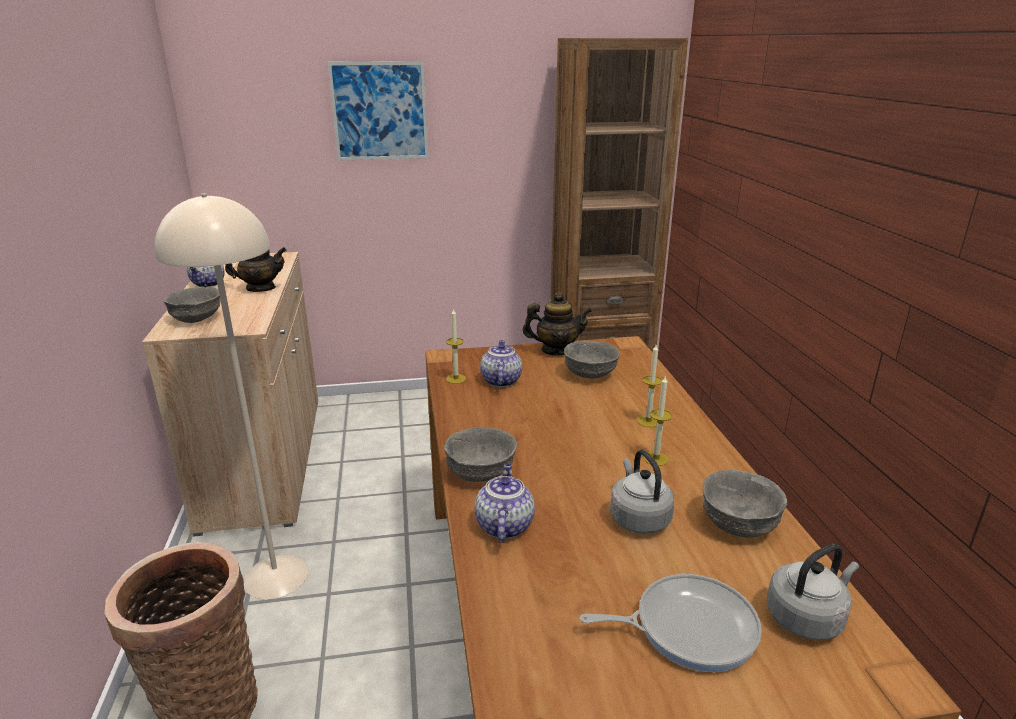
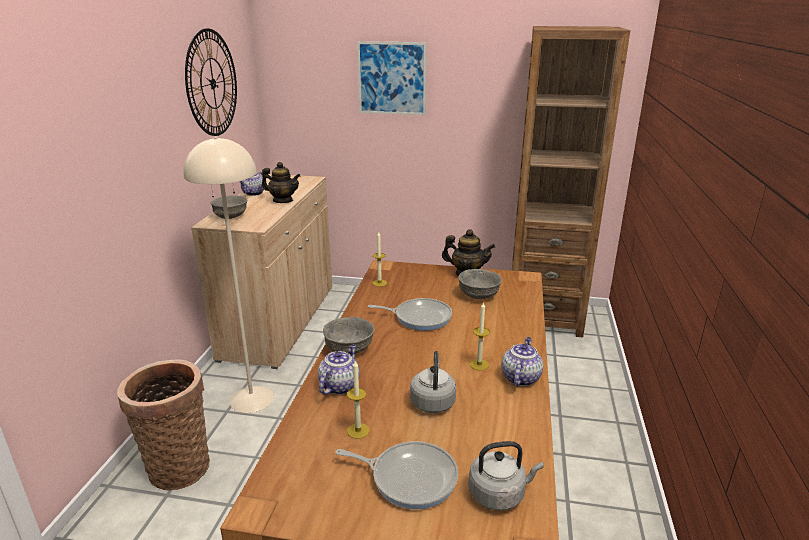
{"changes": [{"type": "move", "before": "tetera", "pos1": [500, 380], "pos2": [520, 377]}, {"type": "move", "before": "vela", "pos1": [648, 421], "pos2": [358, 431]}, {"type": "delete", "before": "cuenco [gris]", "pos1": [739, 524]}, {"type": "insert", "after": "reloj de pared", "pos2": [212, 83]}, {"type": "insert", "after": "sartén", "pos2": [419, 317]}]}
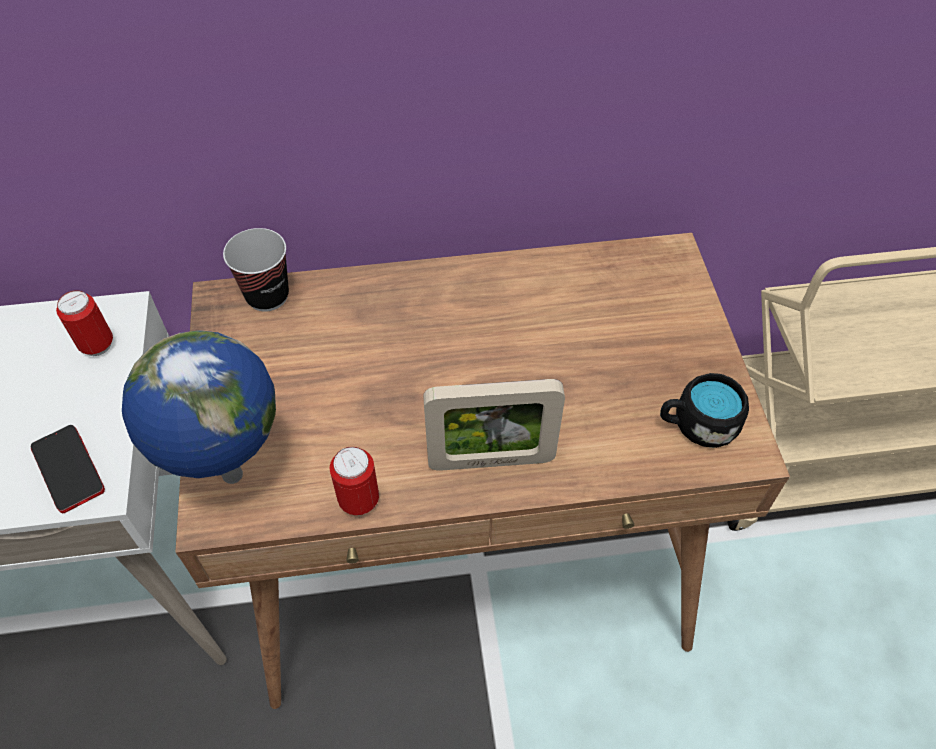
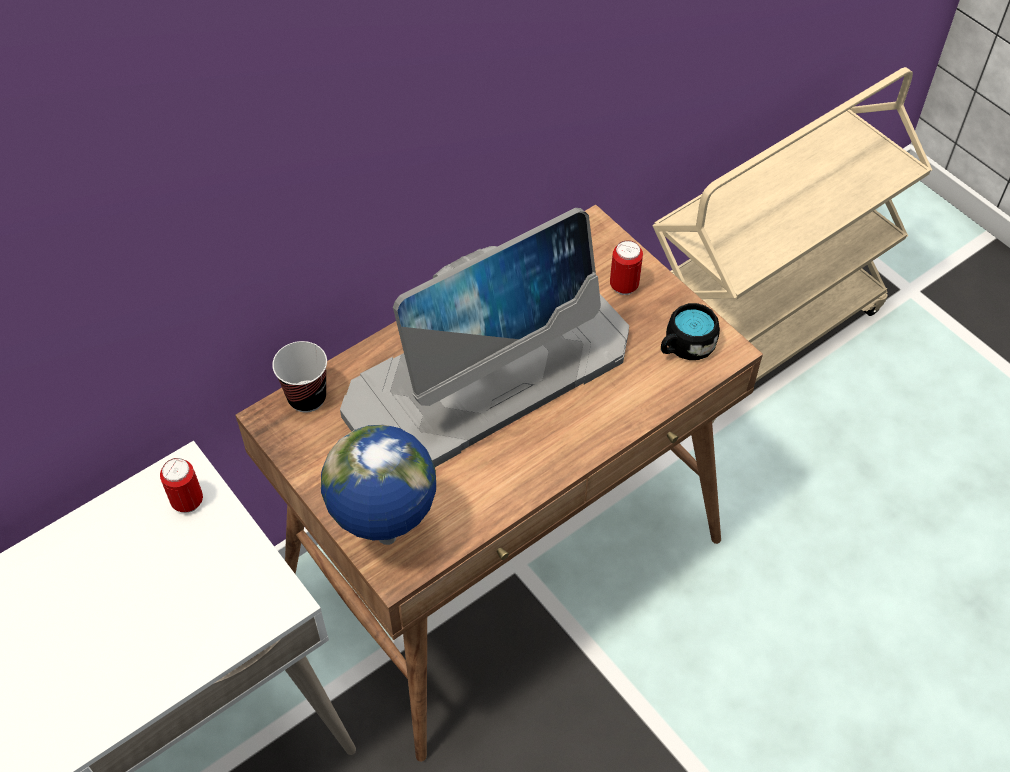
{"changes": [{"type": "delete", "before": "móvil", "pos1": [68, 469]}, {"type": "move", "before": "lata", "pos1": [359, 500], "pos2": [624, 286]}, {"type": "delete", "before": "portarretratos", "pos1": [491, 461]}, {"type": "insert", "after": "monitor", "pos2": [489, 373]}]}
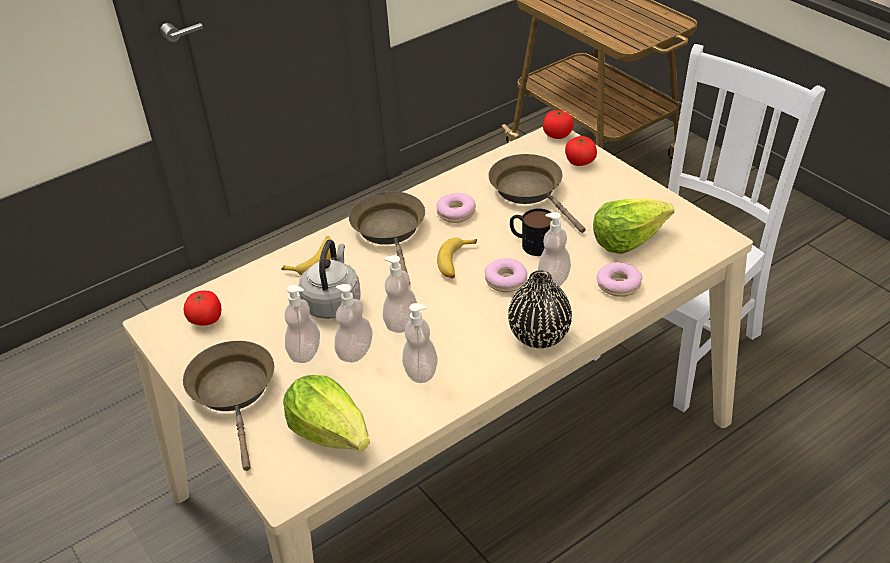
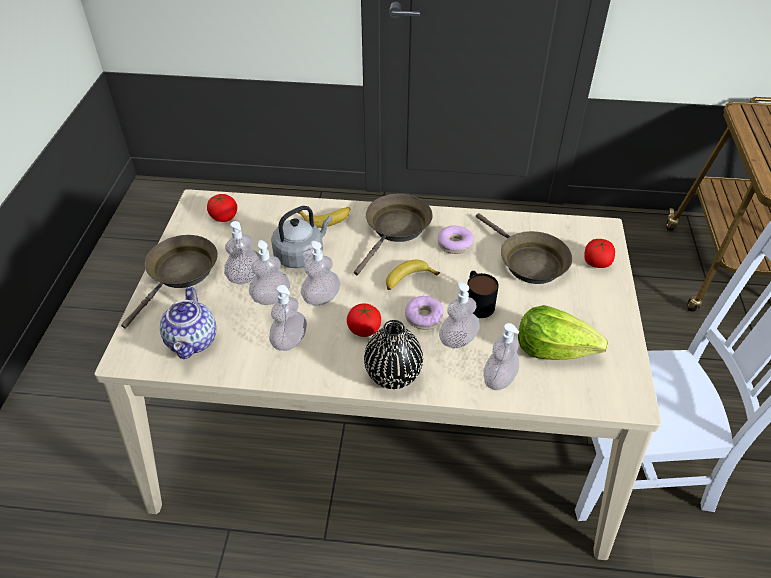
{"changes": [{"type": "replace", "before": "lechuga", "after": "tetera", "pos1": [331, 432], "pos2": [193, 340]}, {"type": "rotate", "before": "sartén [marrón]", "pos1": [530, 191], "pos2": [528, 261], "turn": 135}, {"type": "move", "before": "tomate", "pos1": [557, 135], "pos2": [364, 329]}, {"type": "replace", "before": "rosquilla", "after": "dispensador de jabón", "pos1": [618, 285], "pos2": [499, 379]}]}
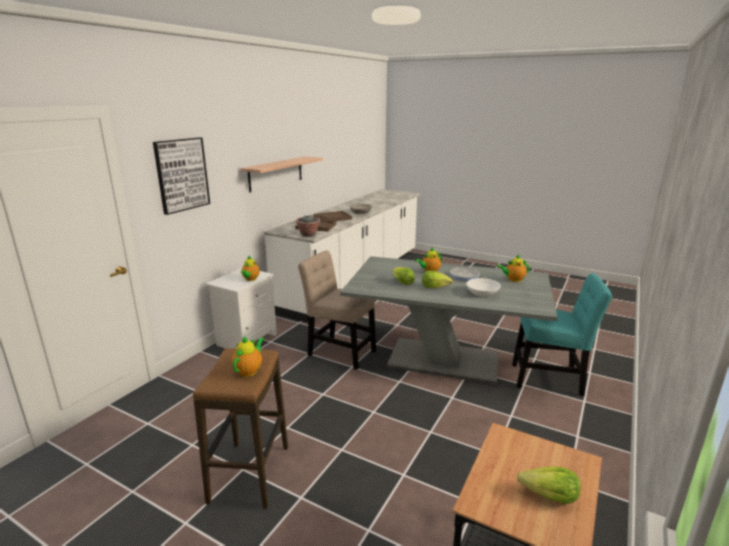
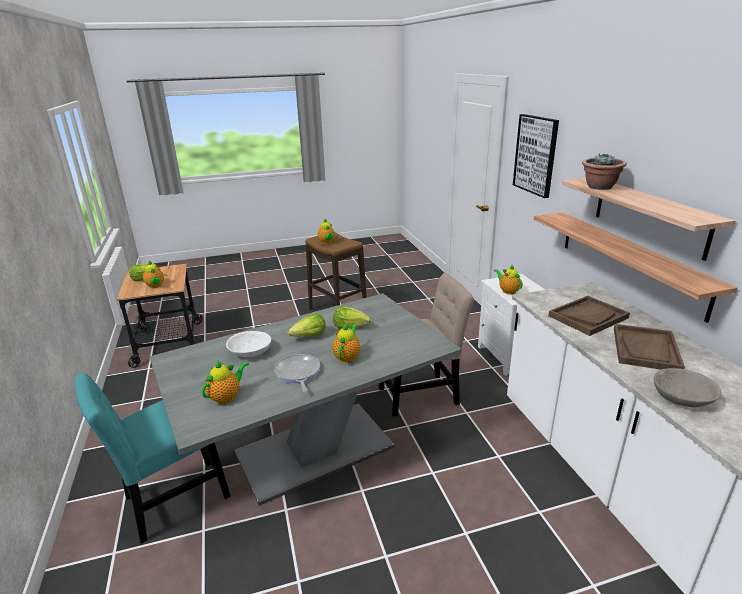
{"changes": [{"type": "move", "before": "planta en maceta", "pos1": [308, 235], "pos2": [599, 187]}, {"type": "insert", "after": "tetera", "pos2": [155, 286]}, {"type": "insert", "after": "estante", "pos2": [629, 260]}]}
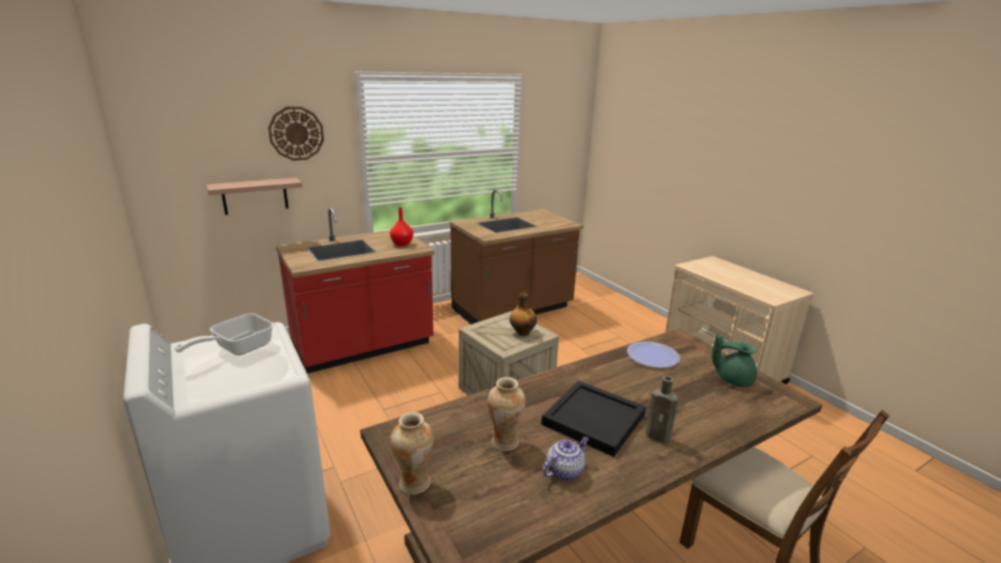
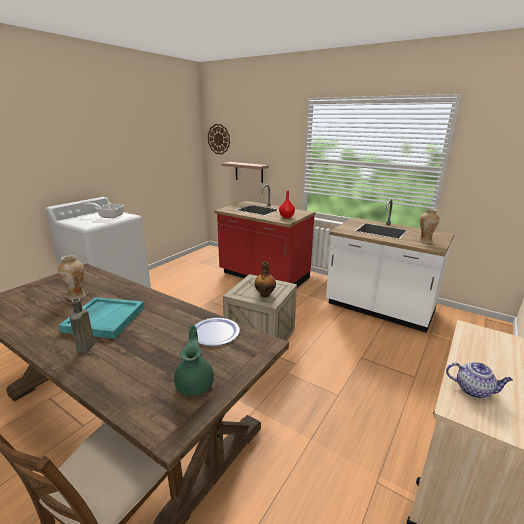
{"changes": [{"type": "move", "before": "reloj de pared", "pos1": [296, 133], "pos2": [219, 139]}, {"type": "move", "before": "florero", "pos1": [414, 483], "pos2": [425, 241]}, {"type": "recolor", "before": "mueble bajo de cocina [marrón]", "after": "mueble bajo de cocina [blanco]", "pos1": [513, 309], "pos2": [379, 309]}, {"type": "recolor", "before": "bandeja [negro]", "after": "bandeja [turquesa]", "pos1": [592, 420], "pos2": [104, 319]}, {"type": "move", "before": "tetera", "pos1": [565, 471], "pos2": [474, 390]}]}
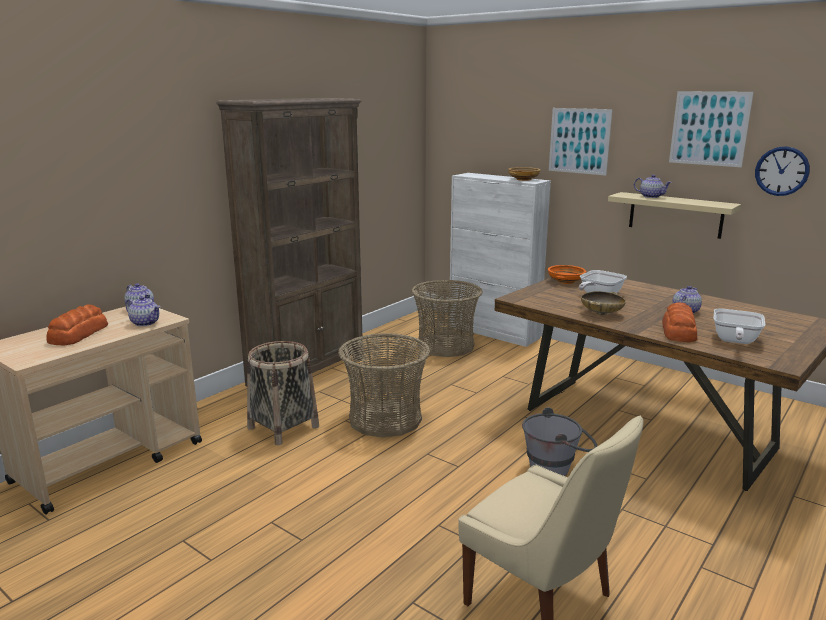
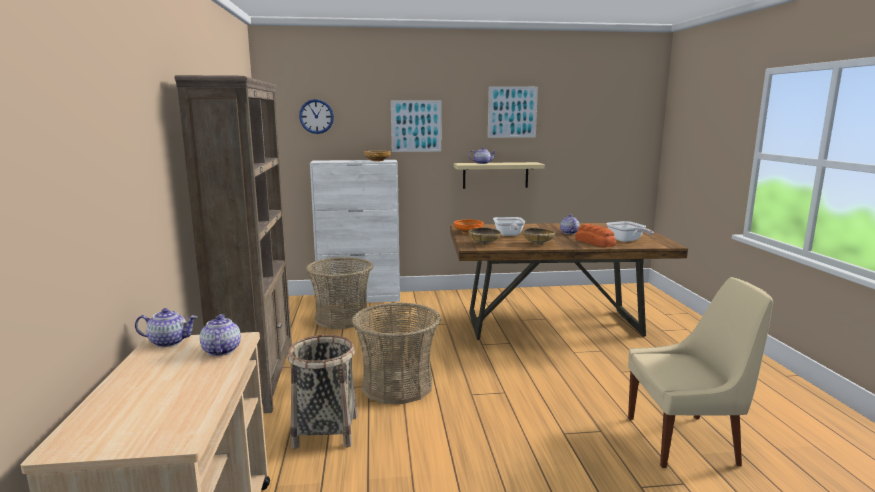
{"changes": [{"type": "delete", "before": "pan", "pos1": [77, 334]}, {"type": "rotate", "before": "tetera", "pos1": [145, 323], "pos2": [221, 350], "turn": -90}, {"type": "delete", "before": "cubo [gris]", "pos1": [557, 468]}, {"type": "move", "before": "reloj de pared", "pos1": [781, 171], "pos2": [316, 116]}, {"type": "insert", "after": "cuenco [beis]", "pos2": [484, 243]}]}
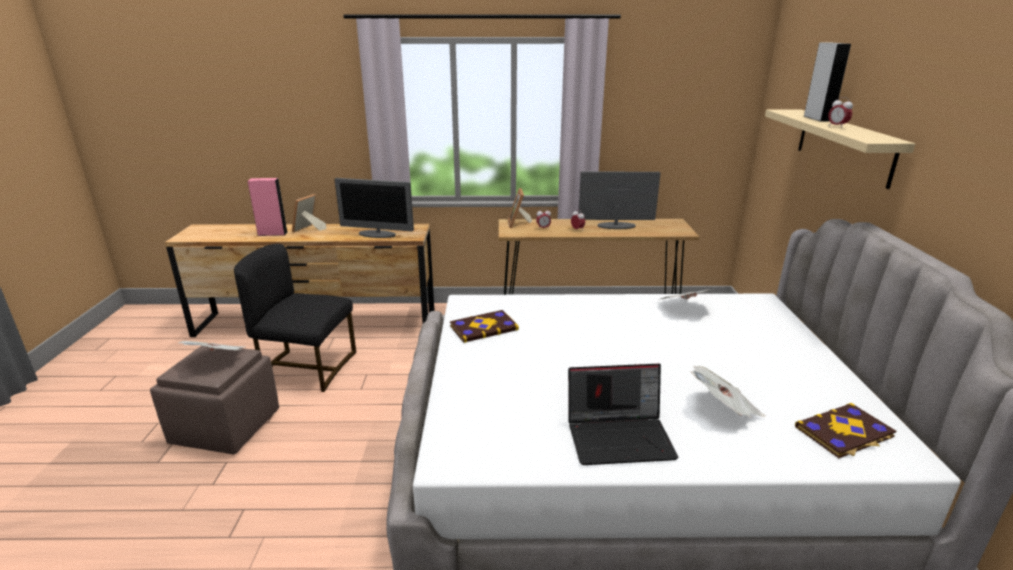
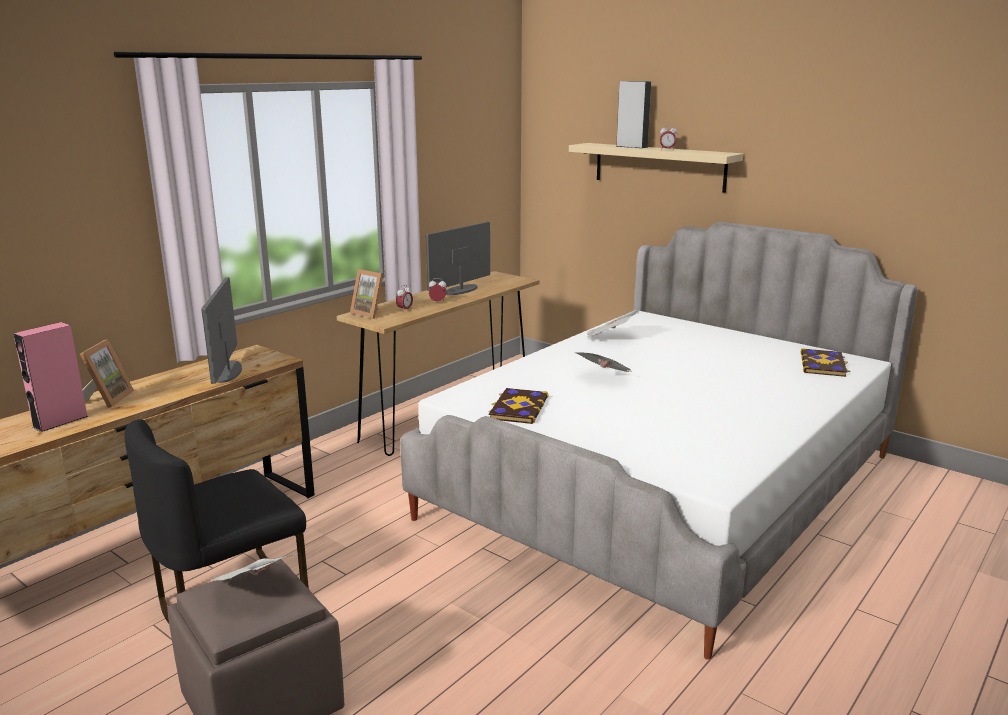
{"changes": [{"type": "rotate", "before": "portarretratos", "pos1": [309, 229], "pos2": [106, 399], "turn": -150}, {"type": "rotate", "before": "monitor", "pos1": [377, 234], "pos2": [227, 372], "turn": 120}, {"type": "delete", "before": "portátil", "pos1": [620, 436]}, {"type": "move", "before": "periódico", "pos1": [724, 409], "pos2": [605, 378]}]}
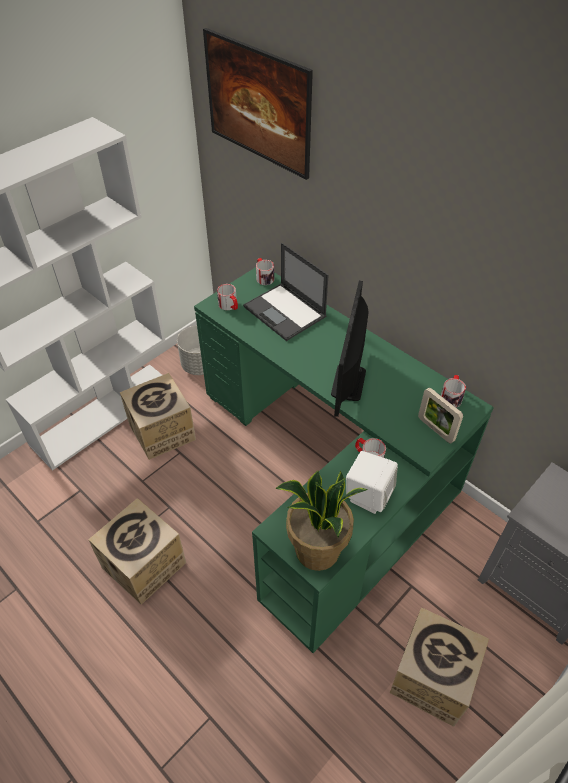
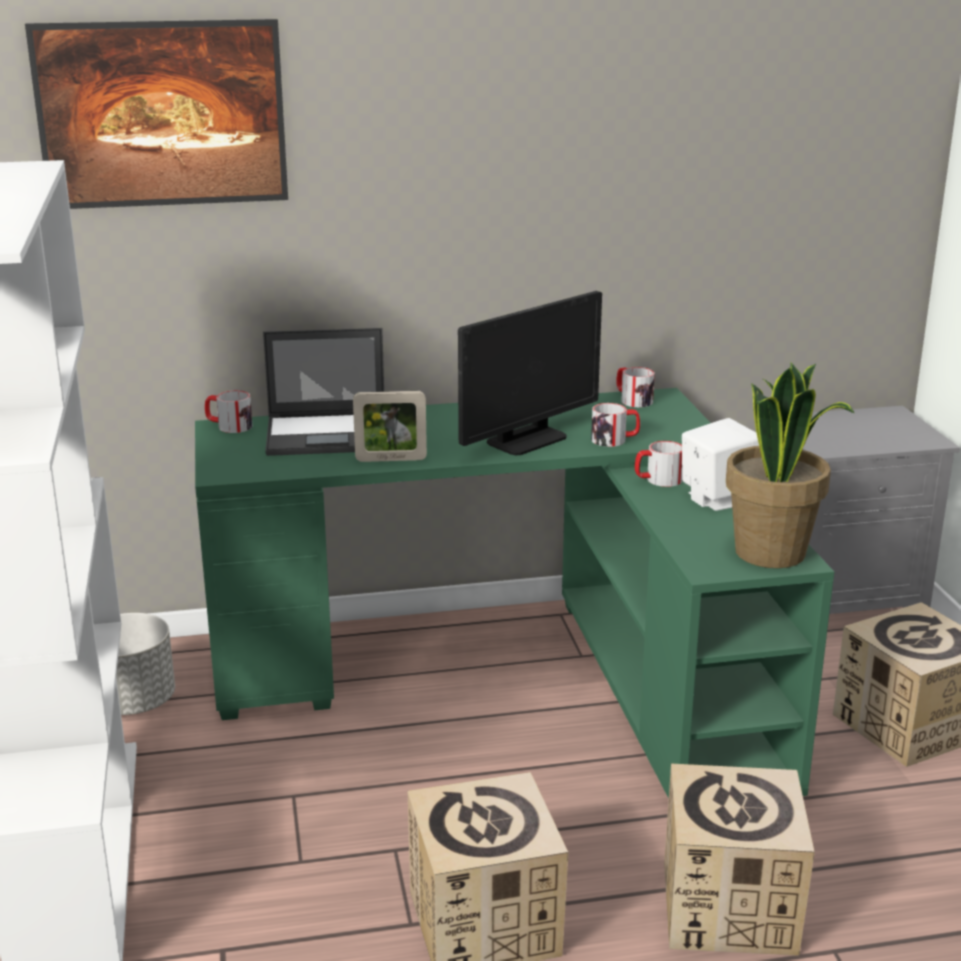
{"changes": [{"type": "move", "before": "caja de cartón", "pos1": [162, 432], "pos2": [729, 907]}, {"type": "move", "before": "taza grande", "pos1": [229, 306], "pos2": [615, 440]}, {"type": "rotate", "before": "monitor", "pos1": [348, 382], "pos2": [526, 440], "turn": -90}, {"type": "move", "before": "portarretratos", "pos1": [435, 429], "pos2": [391, 459]}]}
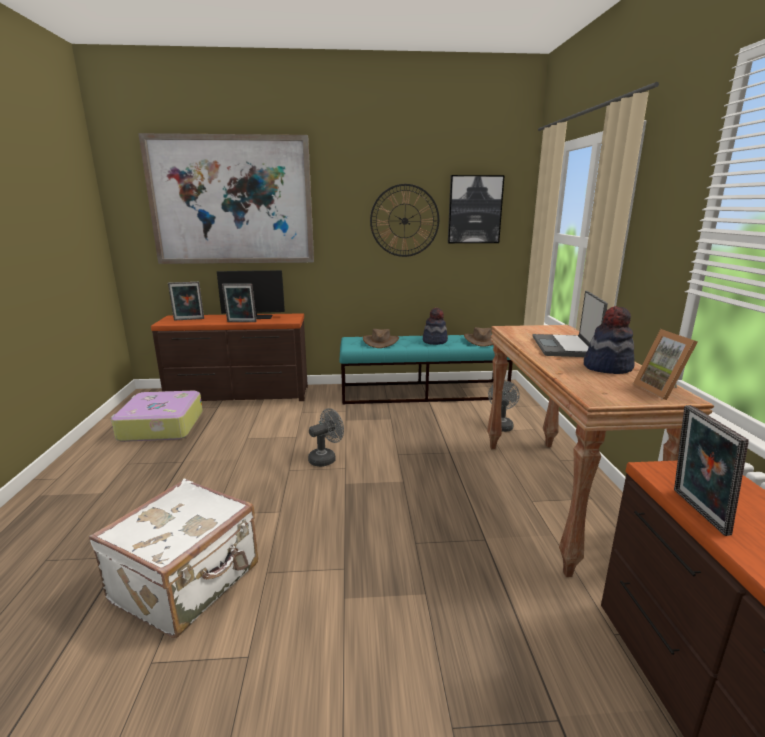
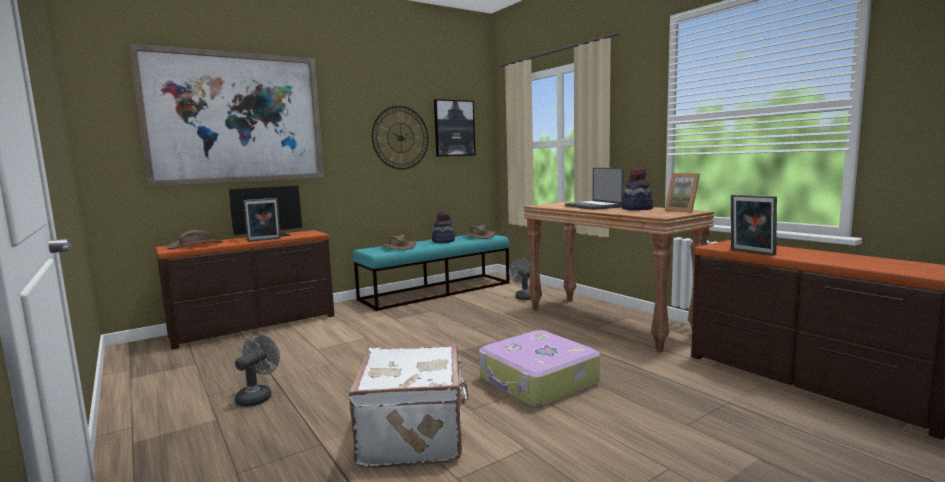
{"changes": [{"type": "move", "before": "maleta", "pos1": [160, 426], "pos2": [538, 382]}, {"type": "replace", "before": "portarretratos", "after": "sombrero [marrón]", "pos1": [189, 319], "pos2": [195, 245]}, {"type": "move", "before": "ventilador [gris]", "pos1": [326, 458], "pos2": [258, 397]}]}
